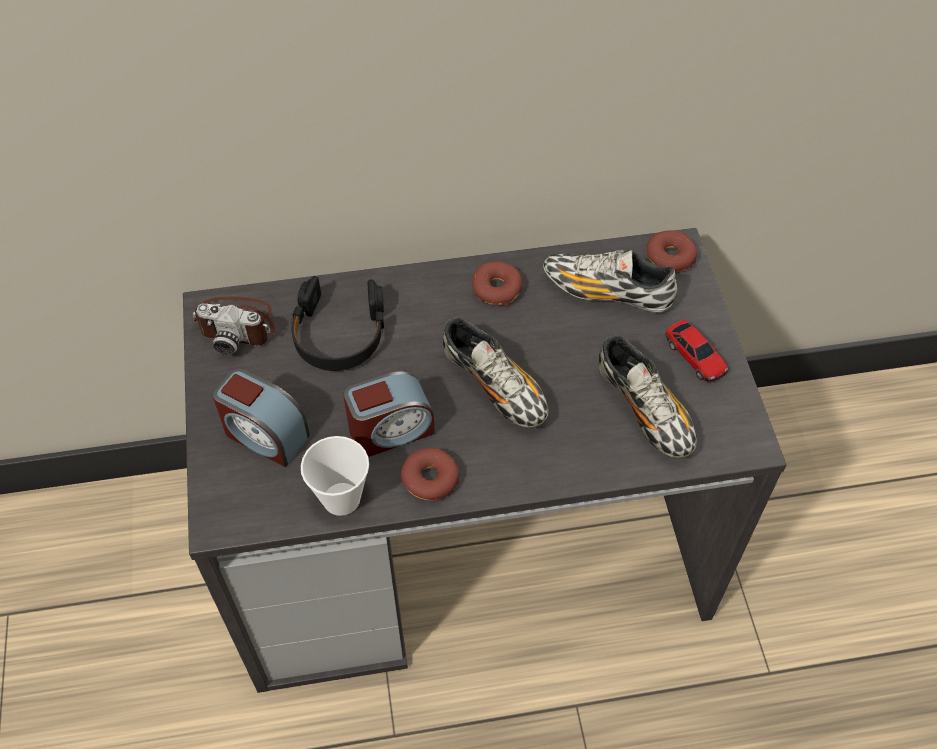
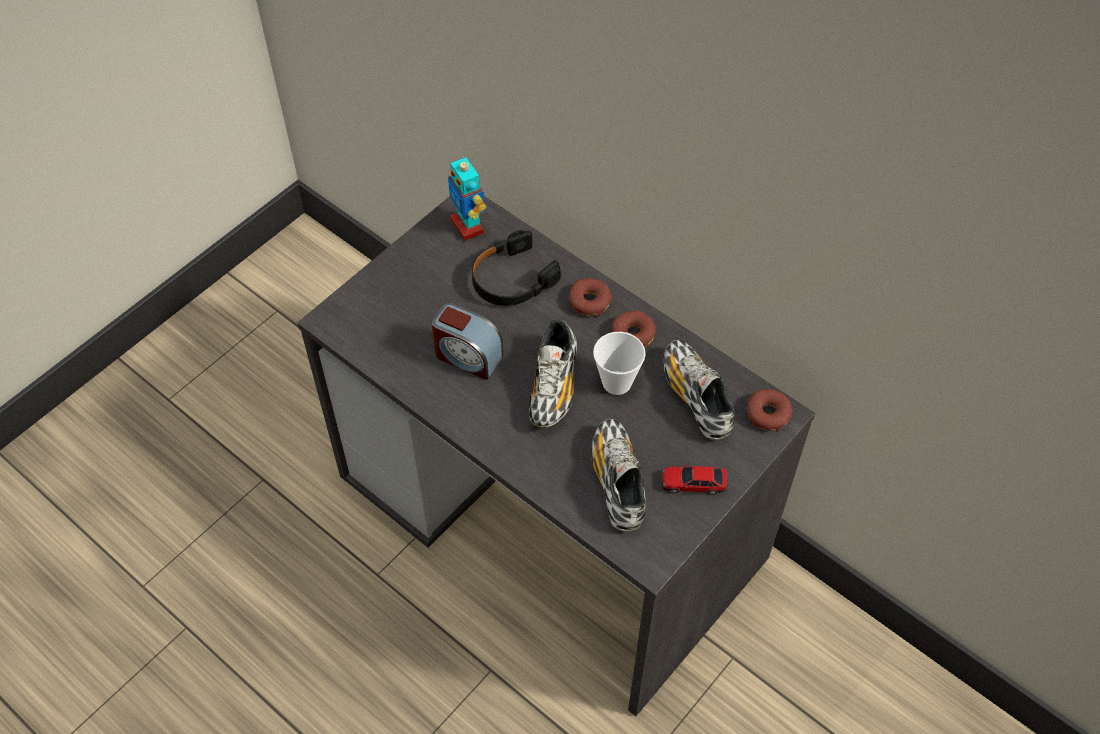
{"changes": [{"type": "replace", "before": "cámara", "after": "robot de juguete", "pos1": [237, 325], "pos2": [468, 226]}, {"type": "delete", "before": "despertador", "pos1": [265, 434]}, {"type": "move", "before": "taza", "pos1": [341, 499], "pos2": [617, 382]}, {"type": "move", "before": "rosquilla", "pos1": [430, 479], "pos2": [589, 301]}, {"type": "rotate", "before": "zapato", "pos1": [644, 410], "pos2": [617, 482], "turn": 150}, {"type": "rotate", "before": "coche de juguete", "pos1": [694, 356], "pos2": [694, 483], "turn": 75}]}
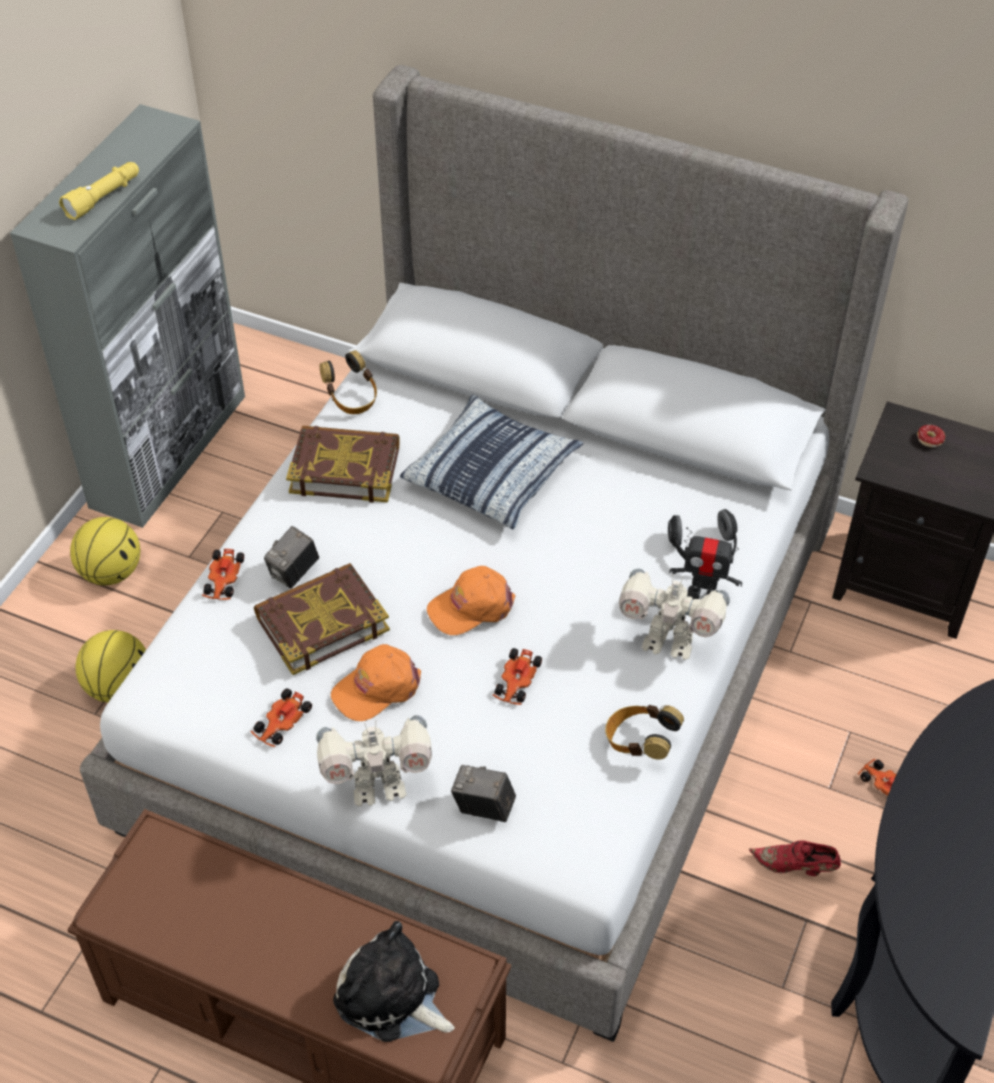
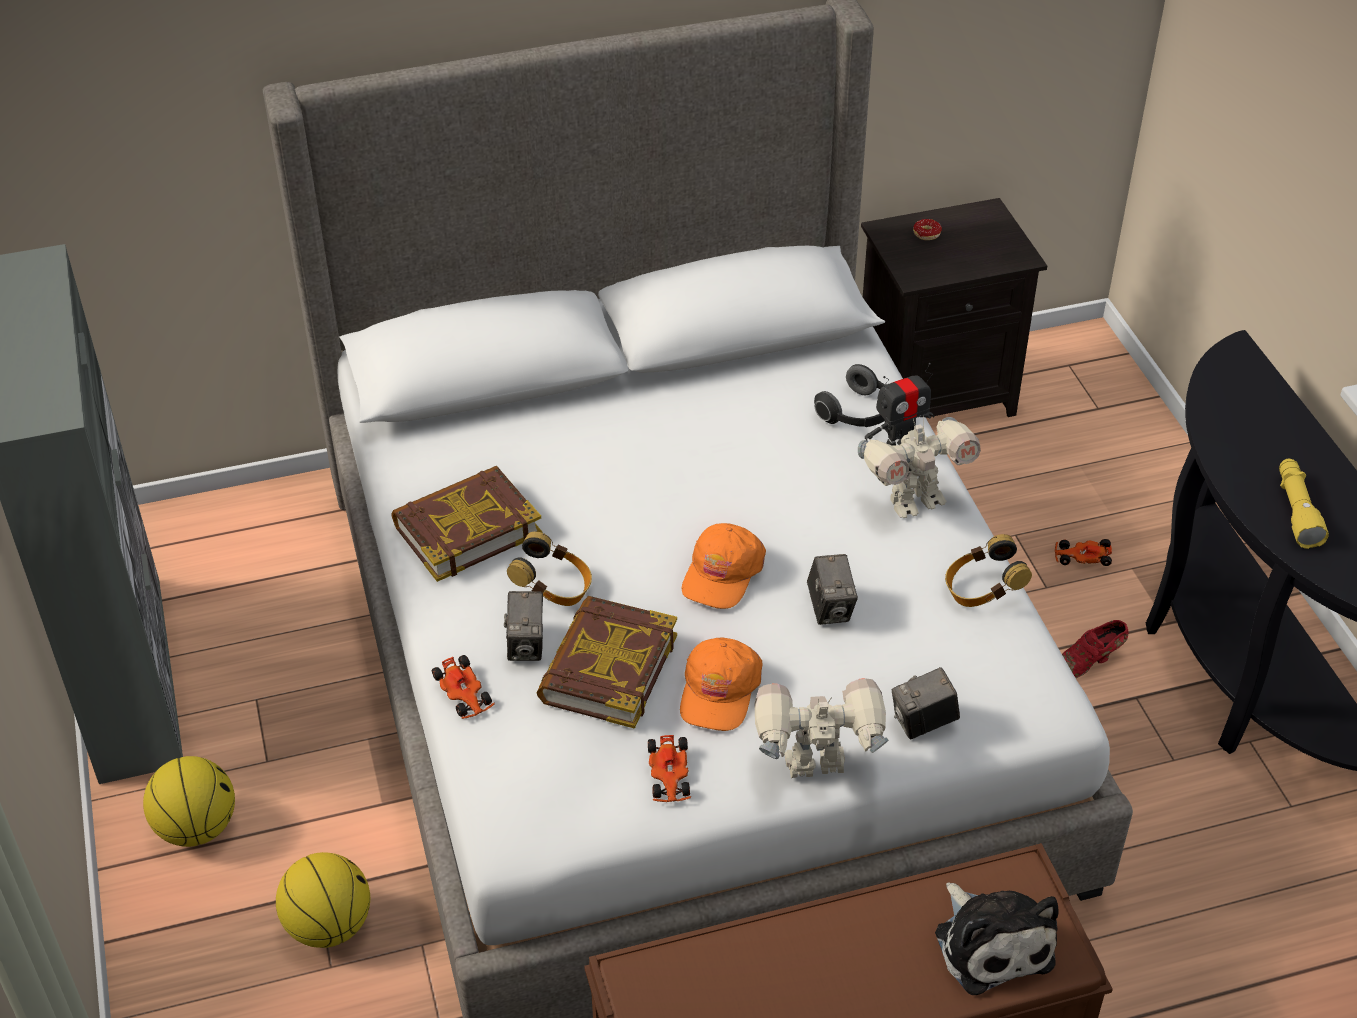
{"changes": [{"type": "move", "before": "linterna [amarillo]", "pos1": [104, 198], "pos2": [1296, 511]}, {"type": "rotate", "before": "robot de juguete", "pos1": [378, 787], "pos2": [816, 769], "turn": -135}, {"type": "move", "before": "auriculares", "pos1": [351, 398], "pos2": [554, 589]}, {"type": "rotate", "before": "peluche", "pos1": [392, 998], "pos2": [991, 942], "turn": -105}, {"type": "delete", "before": "cojín", "pos1": [492, 473]}, {"type": "replace", "before": "coche de juguete", "after": "cámara", "pos1": [516, 681], "pos2": [830, 608]}]}
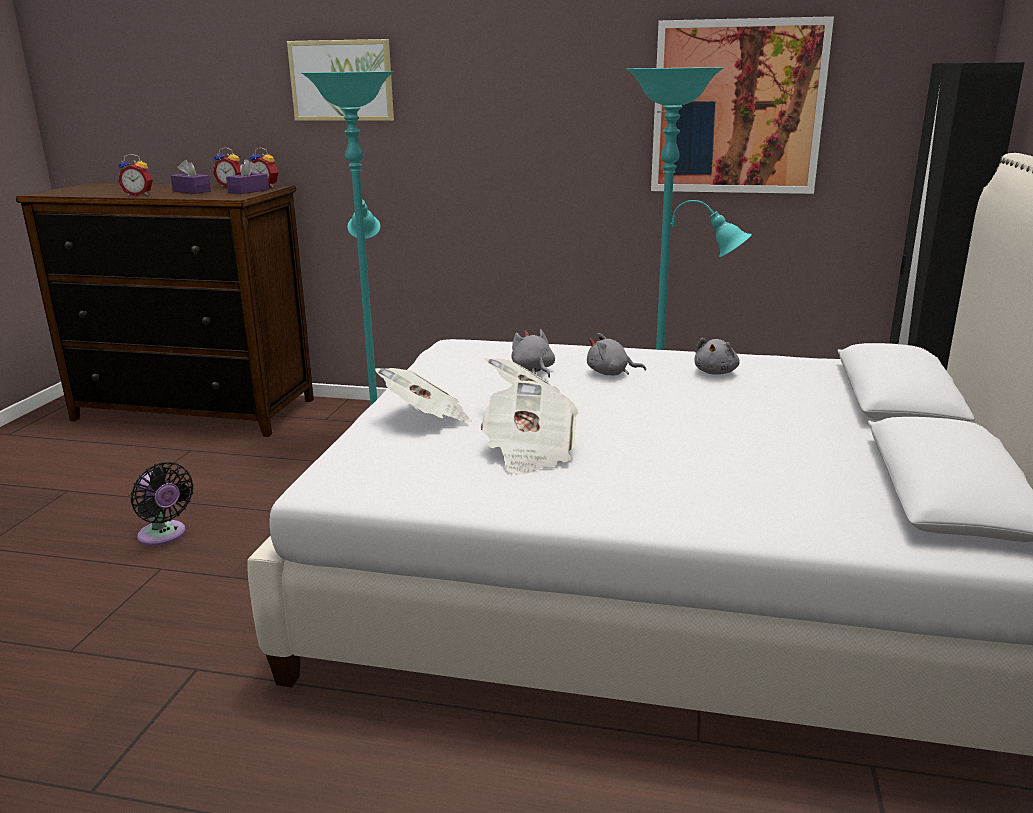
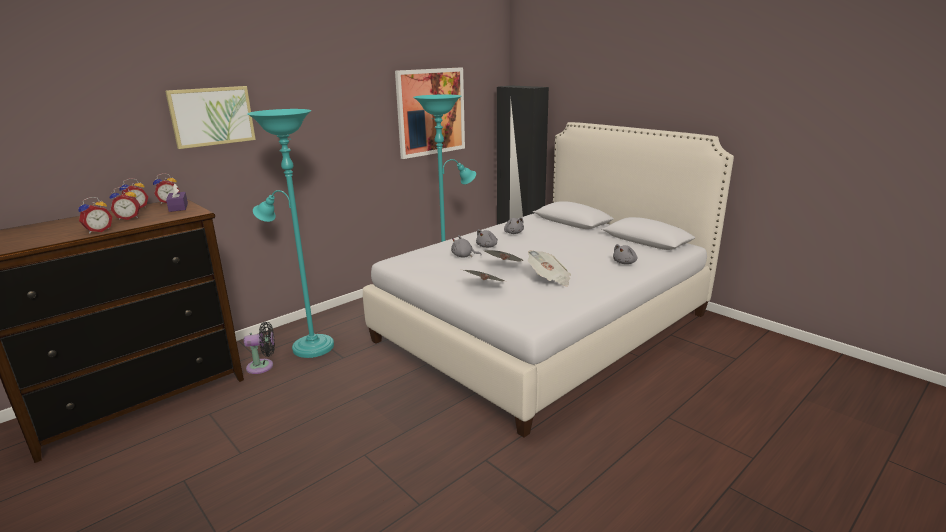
{"changes": [{"type": "move", "before": "ventilador [negro]", "pos1": [164, 536], "pos2": [263, 366]}, {"type": "replace", "before": "caja de pañuelos [morado]", "after": "despertador", "pos1": [192, 191], "pos2": [129, 218]}, {"type": "insert", "after": "peluche [gris]", "pos2": [625, 263]}]}
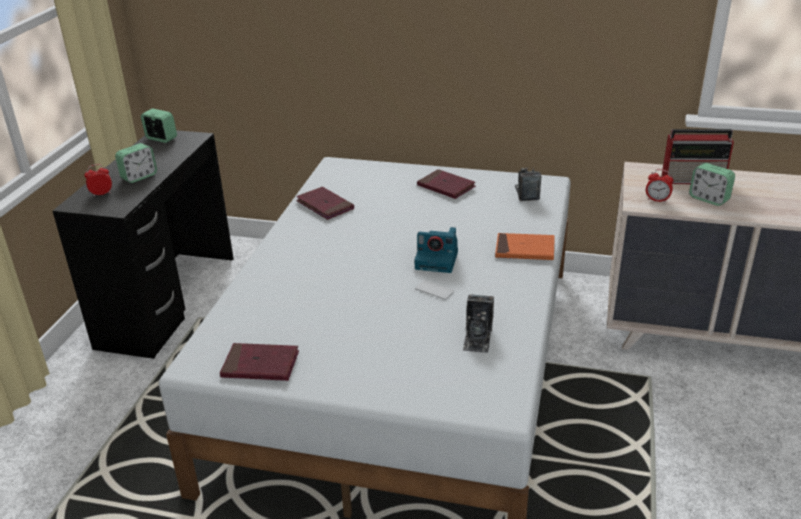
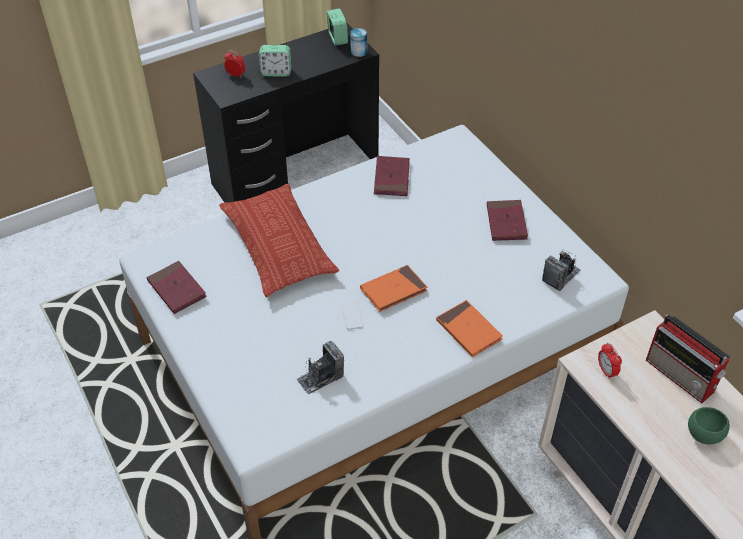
{"changes": [{"type": "replace", "before": "cámara", "after": "libro [naranja]", "pos1": [438, 260], "pos2": [393, 290]}, {"type": "delete", "before": "despertador", "pos1": [709, 199]}, {"type": "insert", "after": "cojín", "pos2": [278, 246]}, {"type": "insert", "after": "lata", "pos2": [359, 51]}, {"type": "insert", "after": "cuenco [verde]", "pos2": [704, 434]}]}
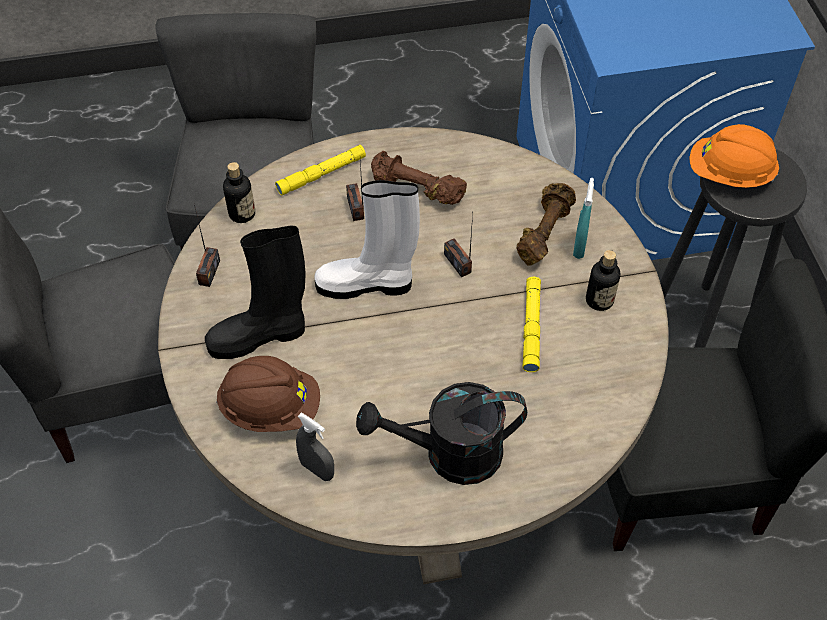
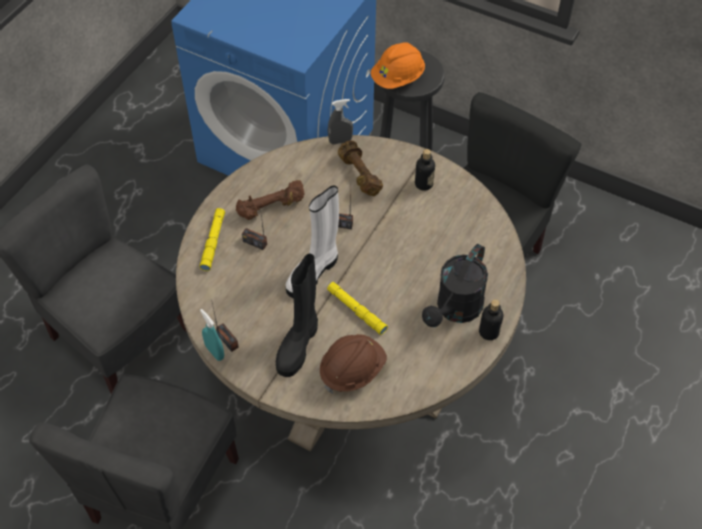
{"changes": [{"type": "move", "before": "botella", "pos1": [242, 214], "pos2": [489, 332]}, {"type": "move", "before": "pulverizador [gris]", "pos1": [317, 469], "pos2": [340, 141]}, {"type": "move", "before": "linterna [amarillo]", "pos1": [531, 328], "pos2": [356, 310]}, {"type": "move", "before": "pulverizador [turquesa]", "pos1": [579, 246], "pos2": [214, 352]}]}
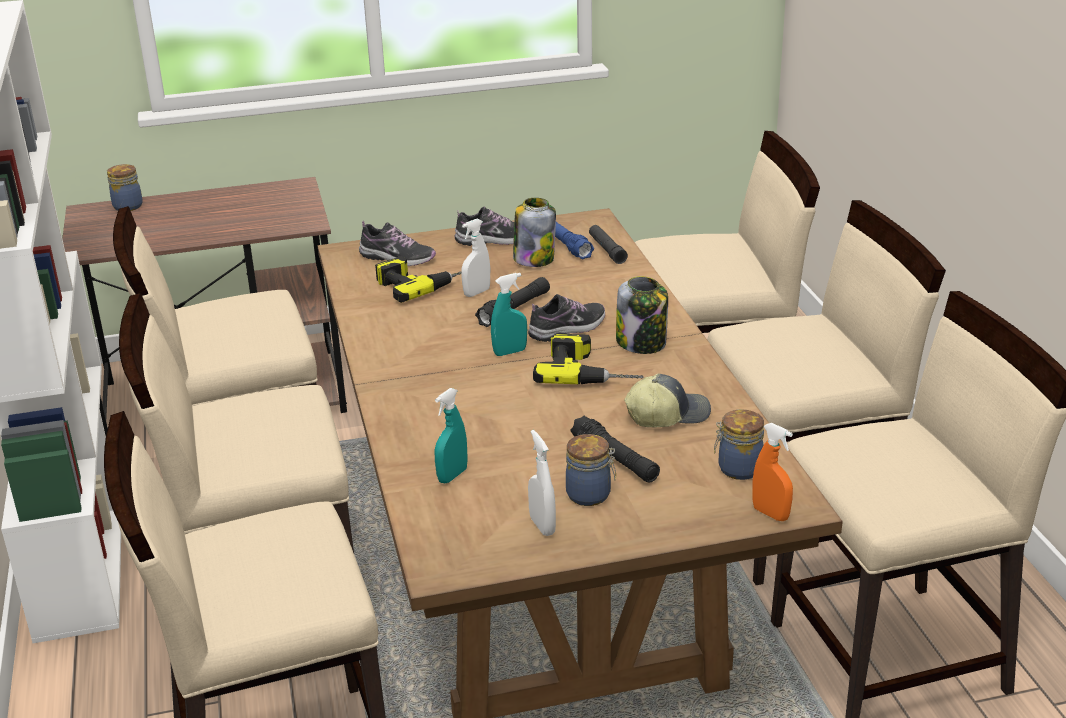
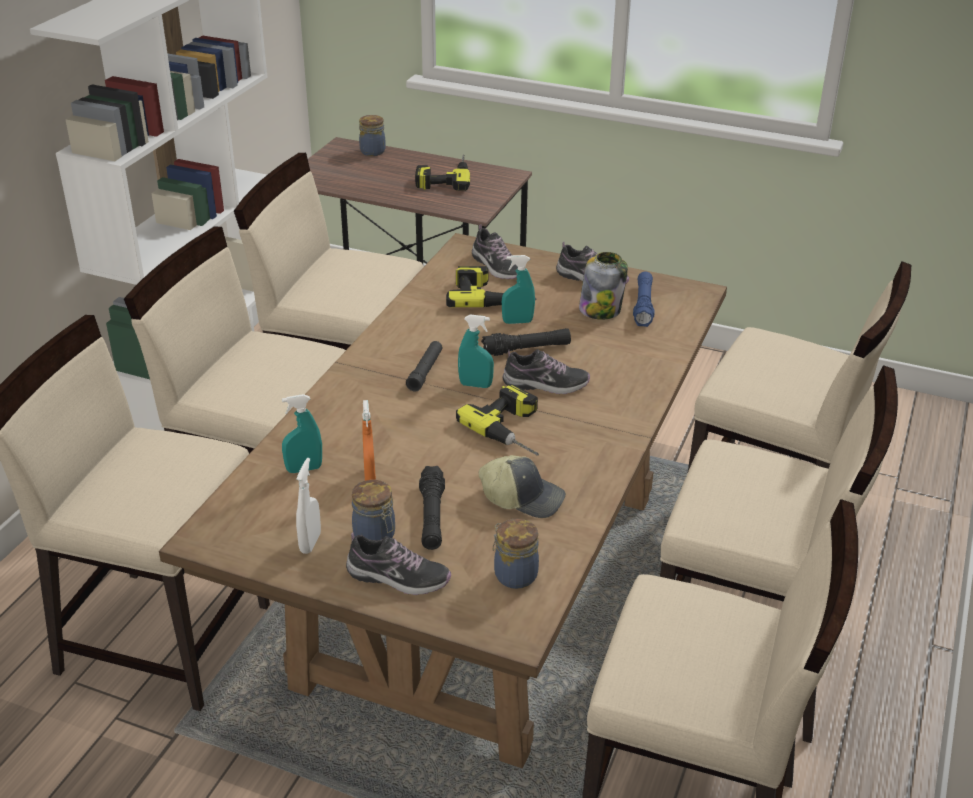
{"changes": [{"type": "recolor", "before": "pulverizador [blanco]", "after": "pulverizador [turquesa]", "pos1": [477, 292], "pos2": [517, 322]}, {"type": "move", "before": "linterna [negro]", "pos1": [607, 250], "pos2": [425, 371]}, {"type": "delete", "before": "tarro", "pos1": [642, 343]}, {"type": "move", "before": "pulverizador [naranja]", "pos1": [770, 513], "pos2": [370, 477]}, {"type": "insert", "after": "zapato", "pos2": [398, 578]}, {"type": "insert", "after": "taladro", "pos2": [443, 177]}]}
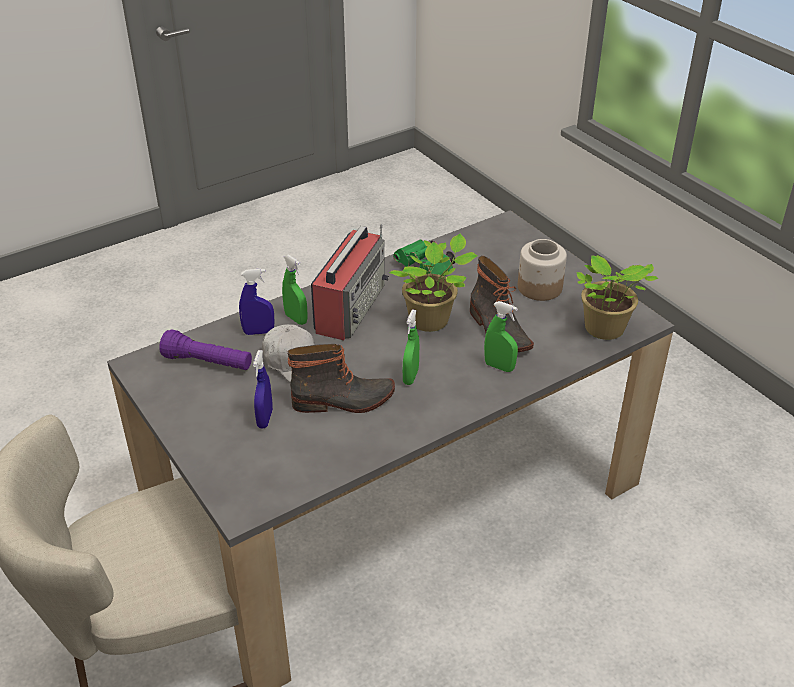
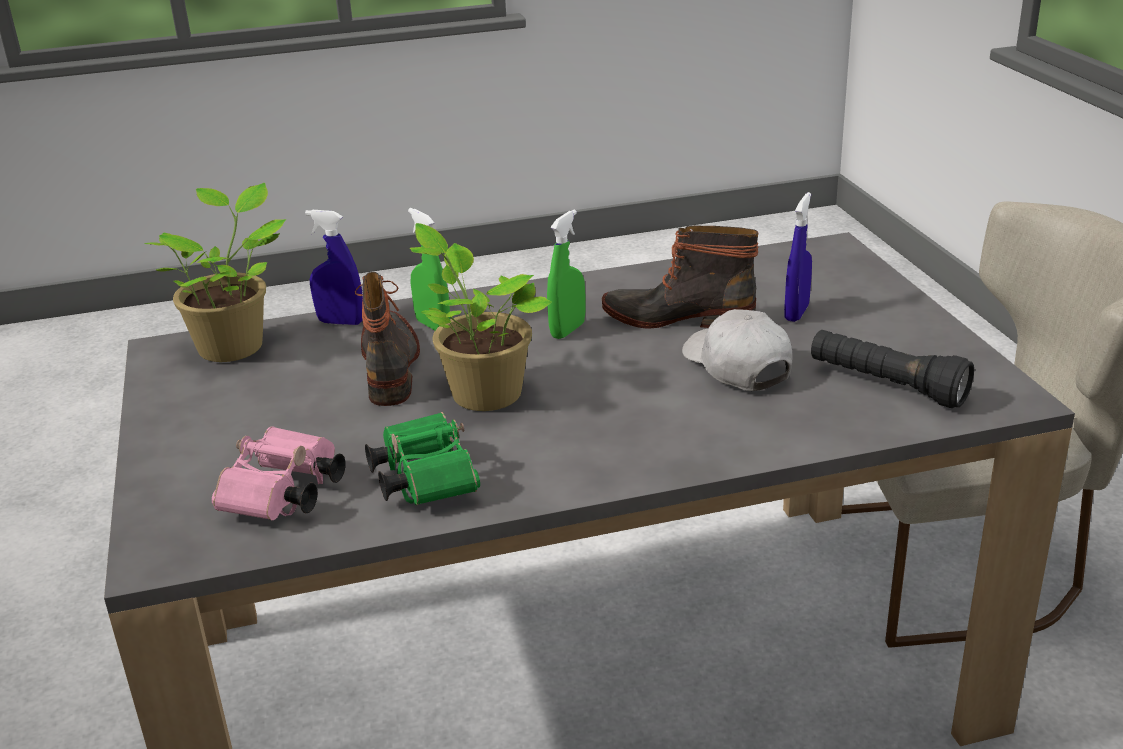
{"changes": [{"type": "recolor", "before": "linterna [morado]", "after": "linterna [negro]", "pos1": [208, 363], "pos2": [886, 385]}, {"type": "move", "before": "pulverizador [azul]", "pos1": [258, 332], "pos2": [340, 322]}, {"type": "delete", "before": "pulverizador [verde]", "pos1": [296, 319]}, {"type": "delete", "before": "radio", "pos1": [351, 307]}, {"type": "delete", "before": "tarro", "pos1": [539, 288]}, {"type": "insert", "after": "prismáticos [rosa]", "pos2": [283, 497]}]}
